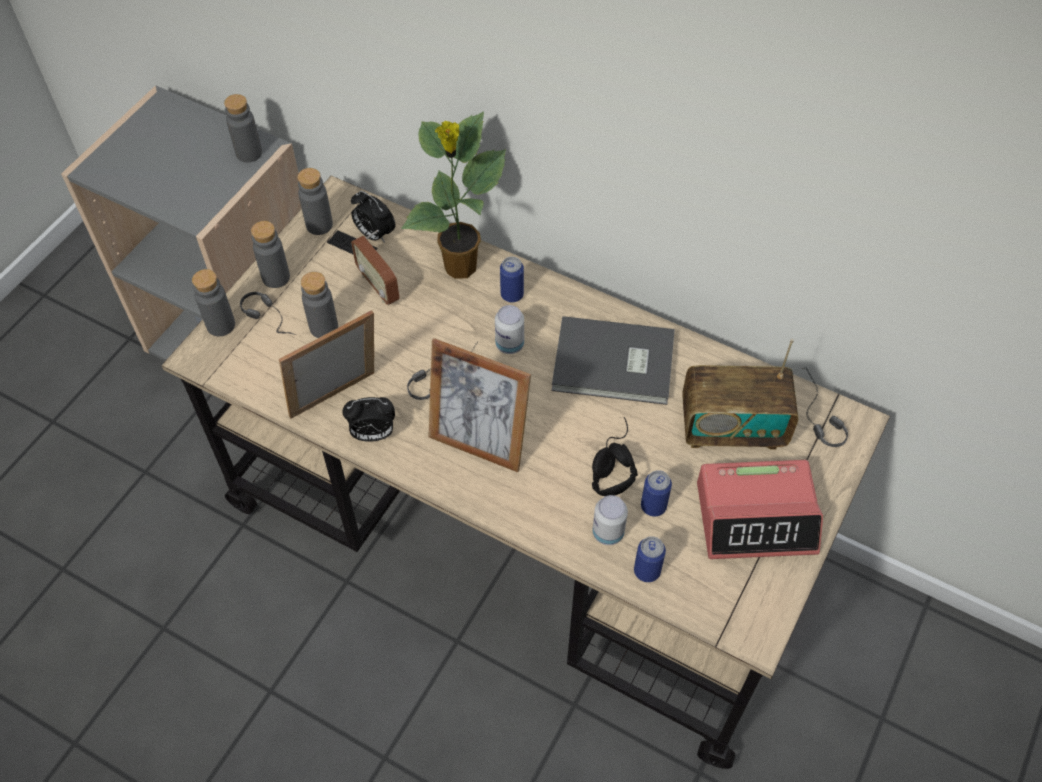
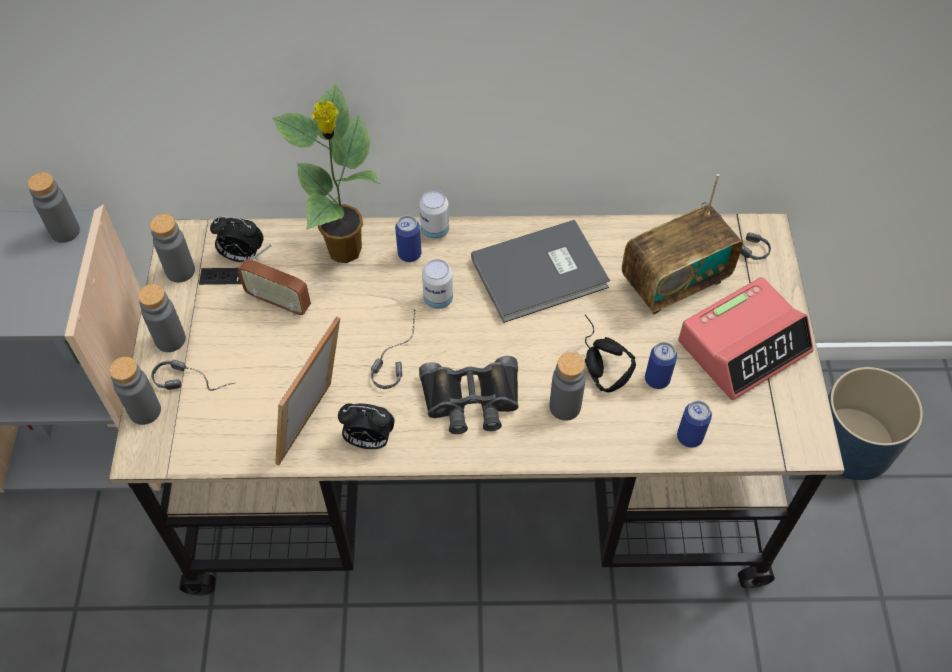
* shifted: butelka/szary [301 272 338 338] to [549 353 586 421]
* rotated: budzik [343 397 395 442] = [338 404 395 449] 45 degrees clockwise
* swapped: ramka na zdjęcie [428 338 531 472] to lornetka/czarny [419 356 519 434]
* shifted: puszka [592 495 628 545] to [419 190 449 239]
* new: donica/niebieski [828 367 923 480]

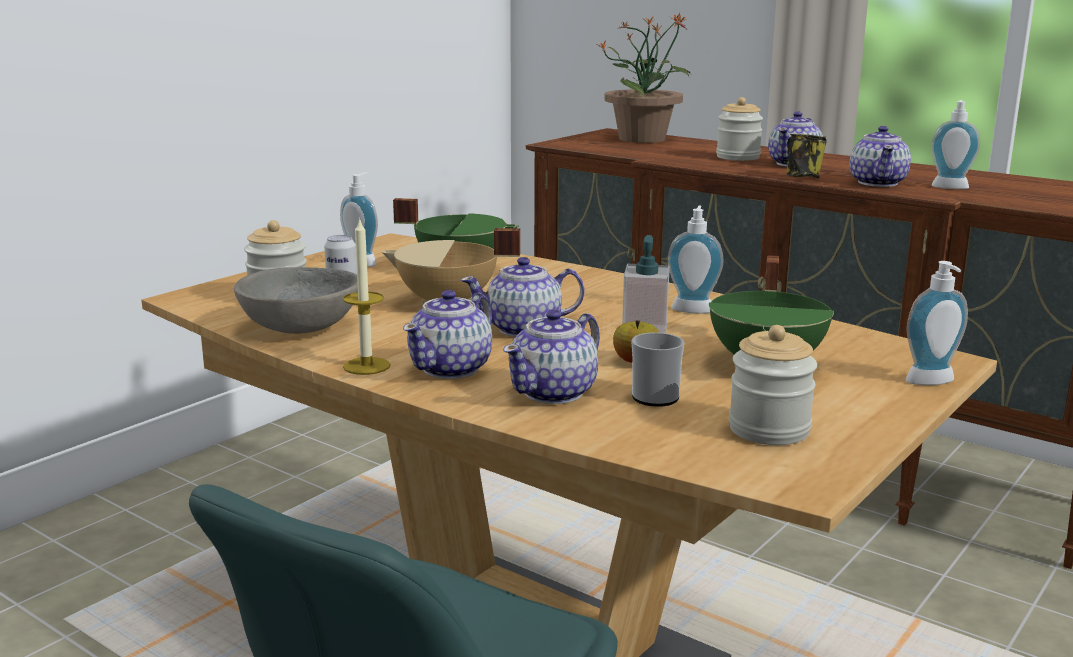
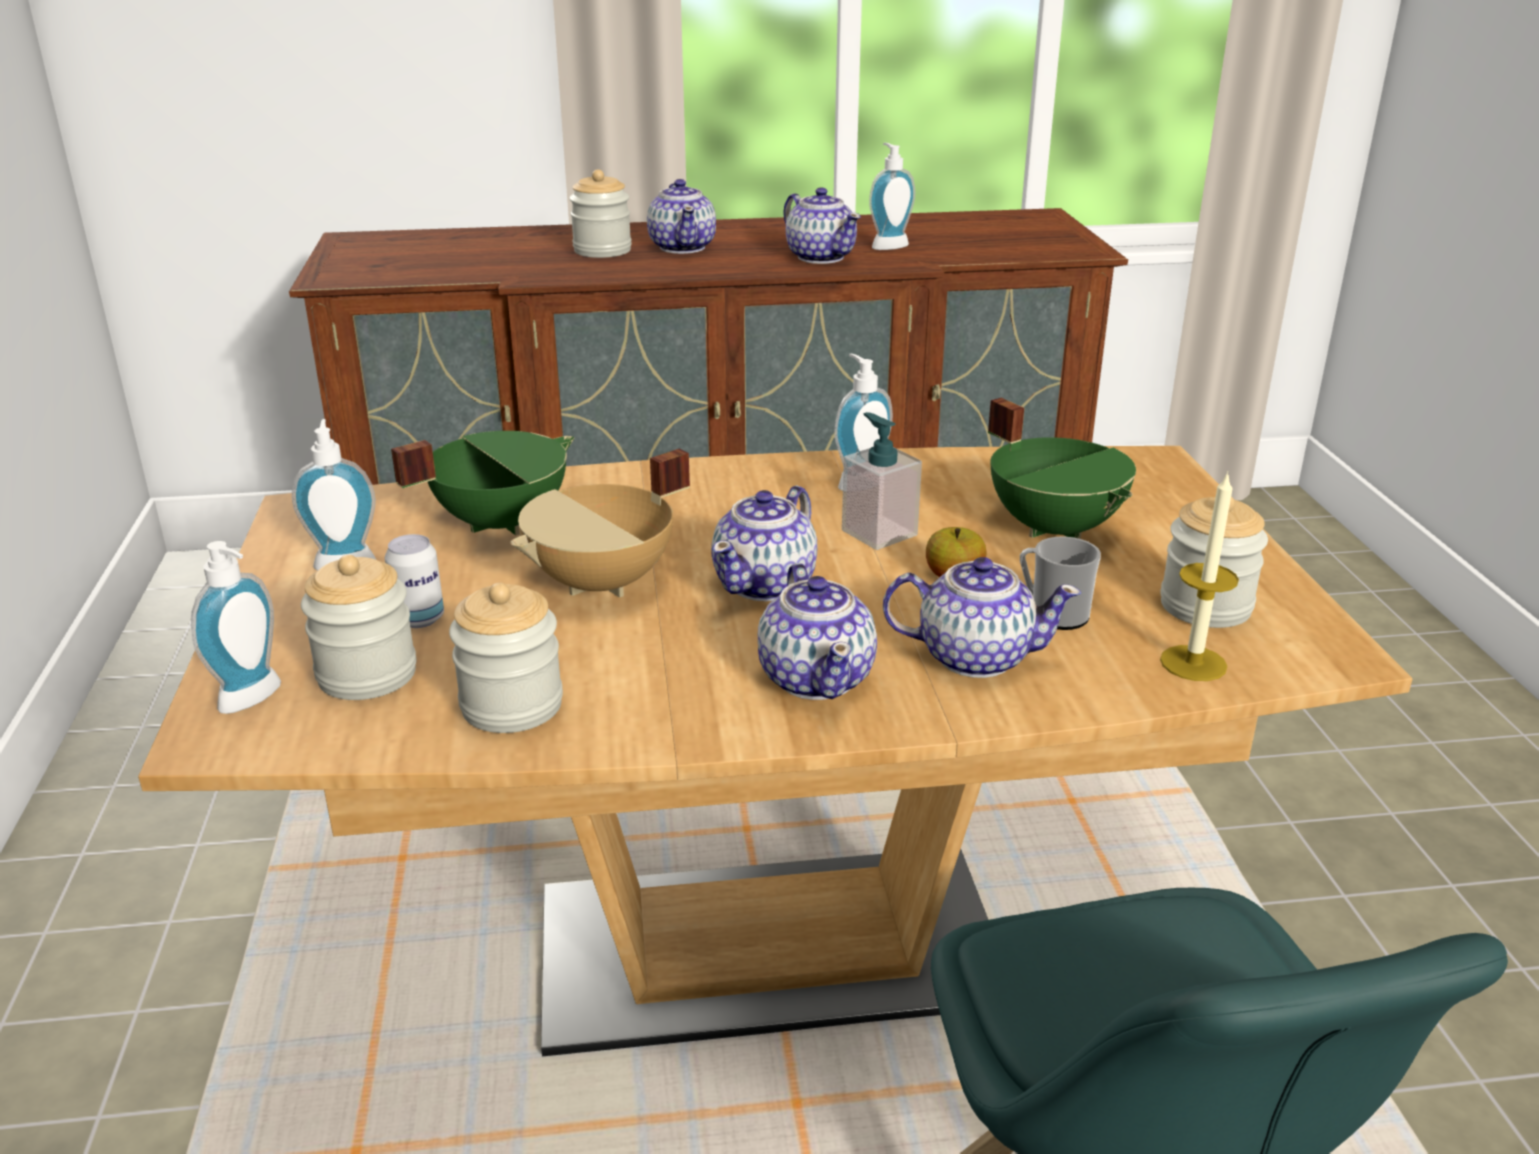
* swapped: miska/szary [234 267 358 334] to słoik [449 583 563 733]
* shifted: świeca [343 217 390 375] to [1160 471 1239 681]
* rotated: imbryk [503 310 600 404] = [883 557 1081 678] 75 degrees counterclockwise
* gone: roślina doniczkowa [598 13 691 143]
* gone: kubek [786 134 827 178]
* shifted: dozownik mydła [906 261 968 385] to [191 541 281 714]

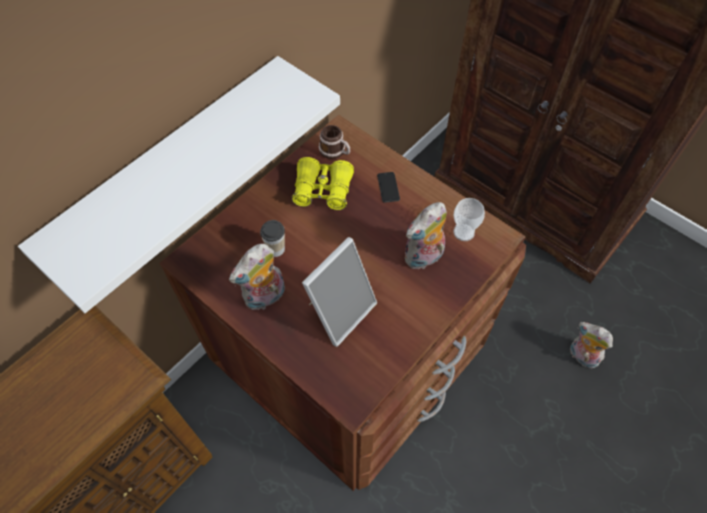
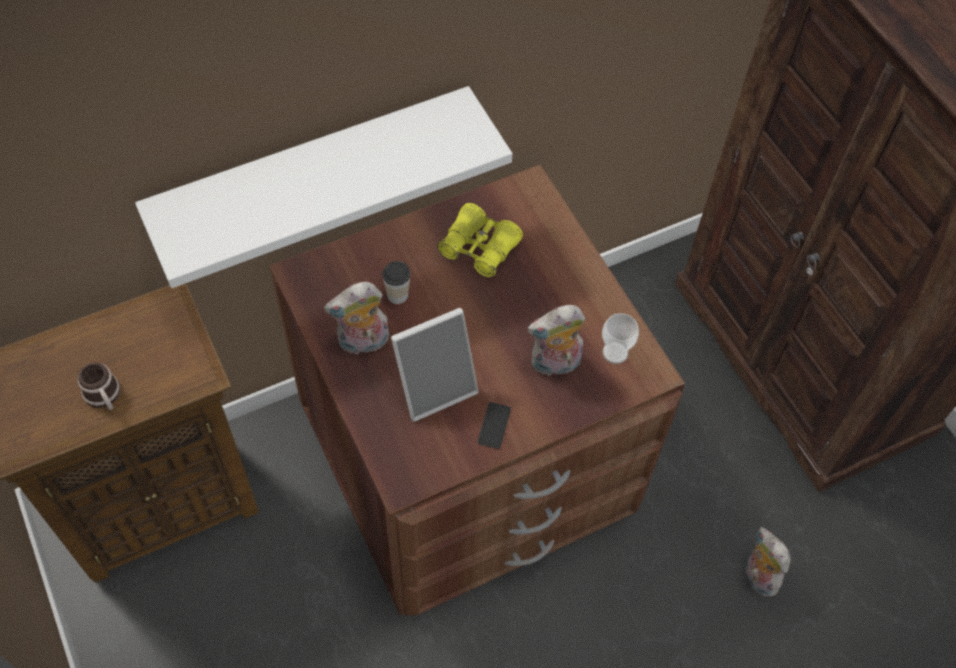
* shifted: kubek [319 125 350 159] to [77 363 120 410]
* shifted: telefon [377 172 400 203] to [478 402 511 449]

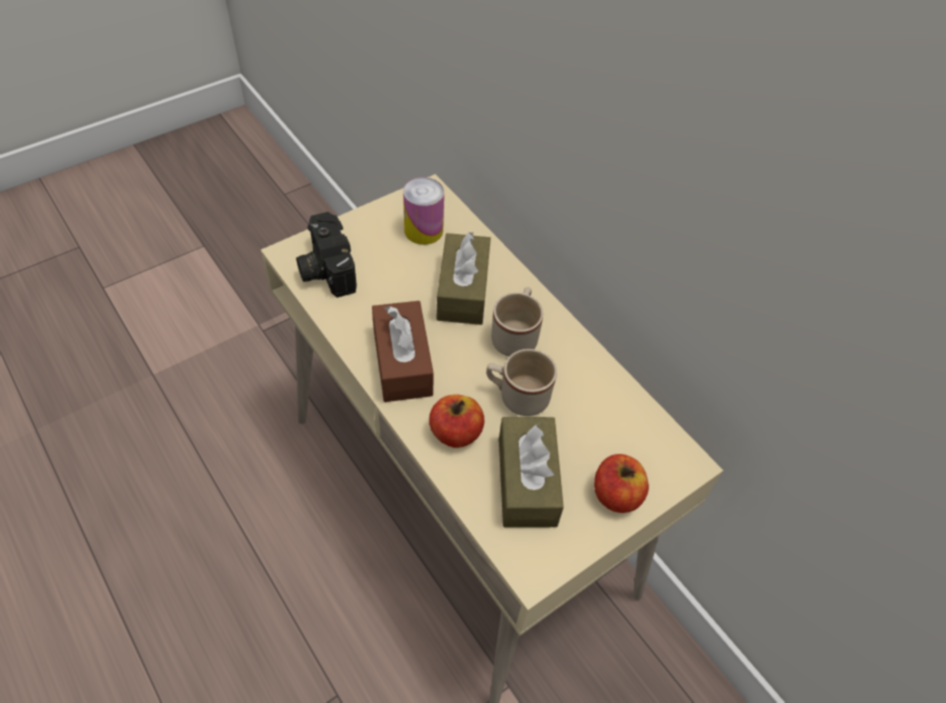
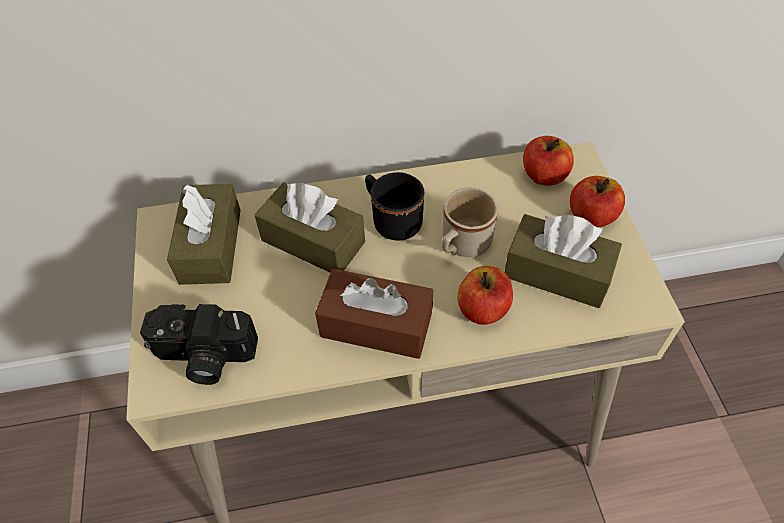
* swapped: puszka [403 177 444 245] to pudełko chusteczek/brązowy [167 184 241 285]
* repainted: kubek/beżowy [491 287 543 356] to kubek/czarny [365 172 424 241]
* new: jabłko [523 136 574 186]

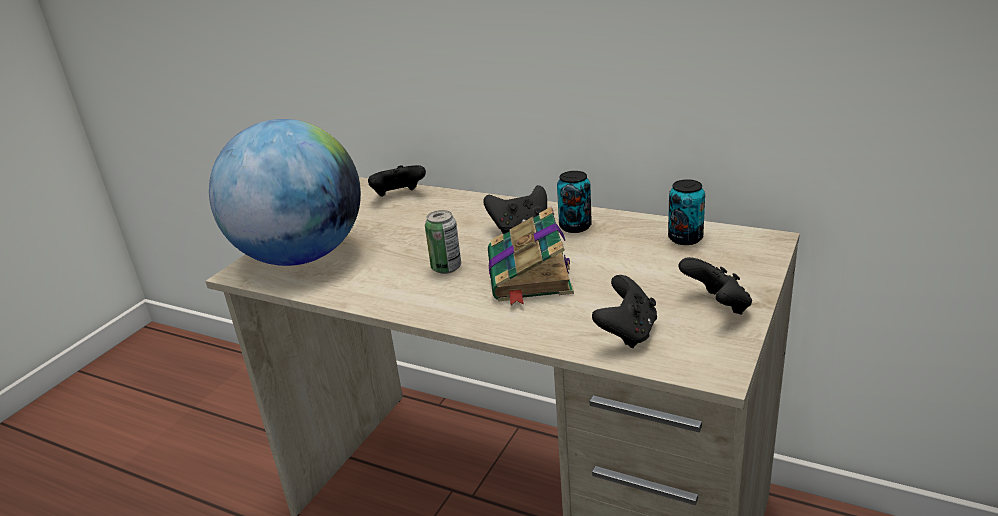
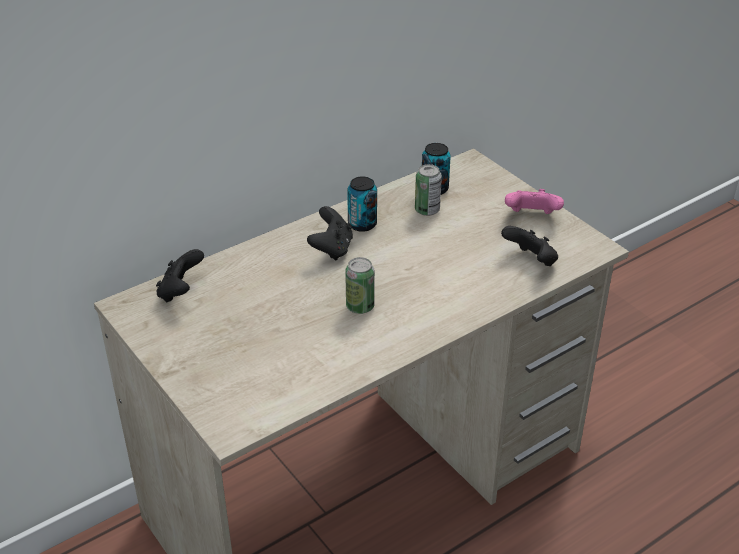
* gone: globus [209 119 361 266]
* gone: książka [488 207 574 306]
* repainted: pad do gier/czarny [679 257 752 315] to pad do gier/różowy [505 189 564 214]
* new: puszka [415 164 442 216]

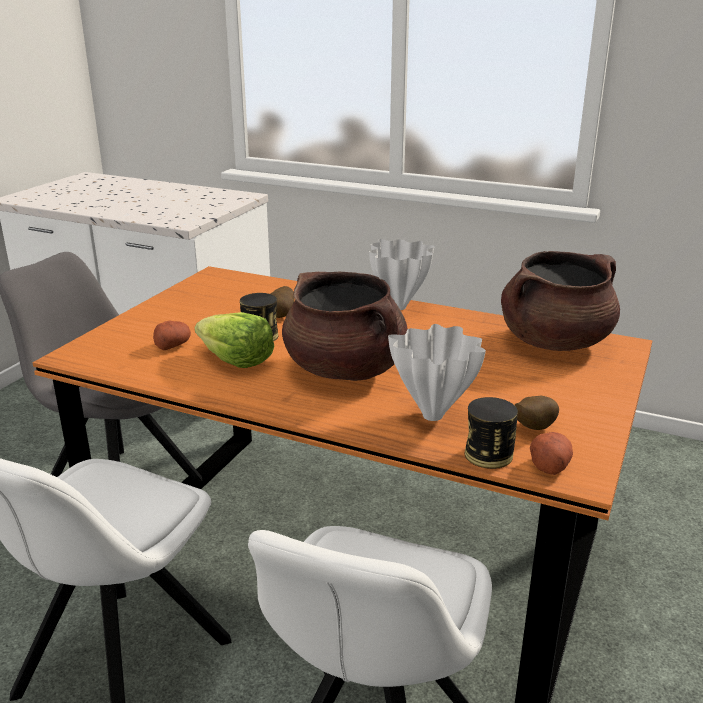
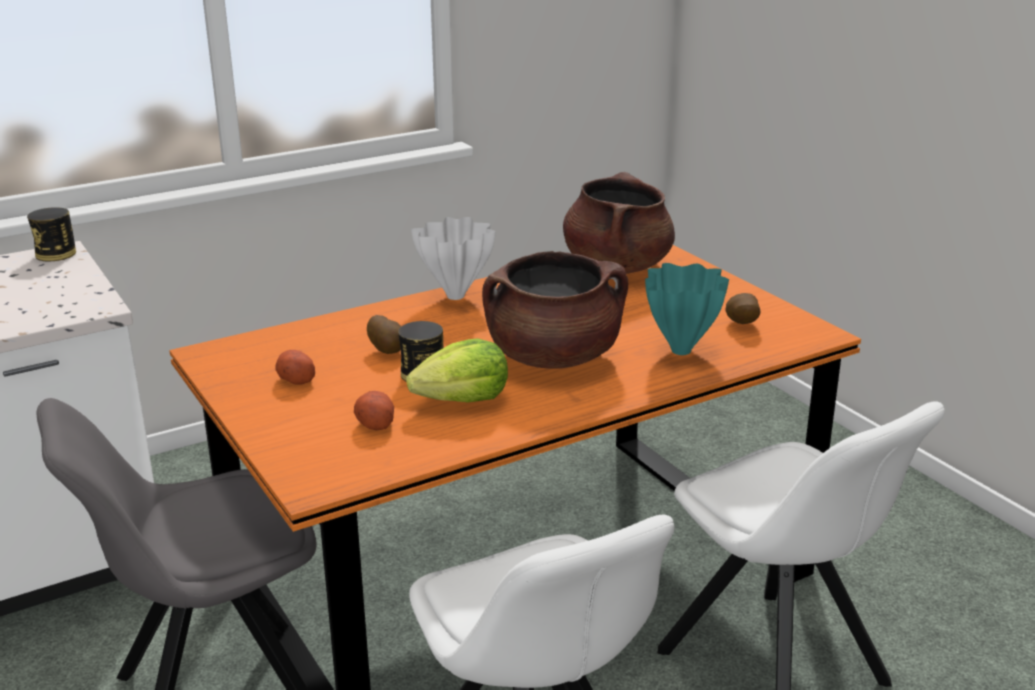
* repainted: wazon/biały [388 324 486 421] to wazon/turkusowy [645 263 729 355]
* shifted: puszka [464 397 518 469] to [27 207 76 261]
* shifted: ziemniak [530 432 573 475] to [275 350 315 385]

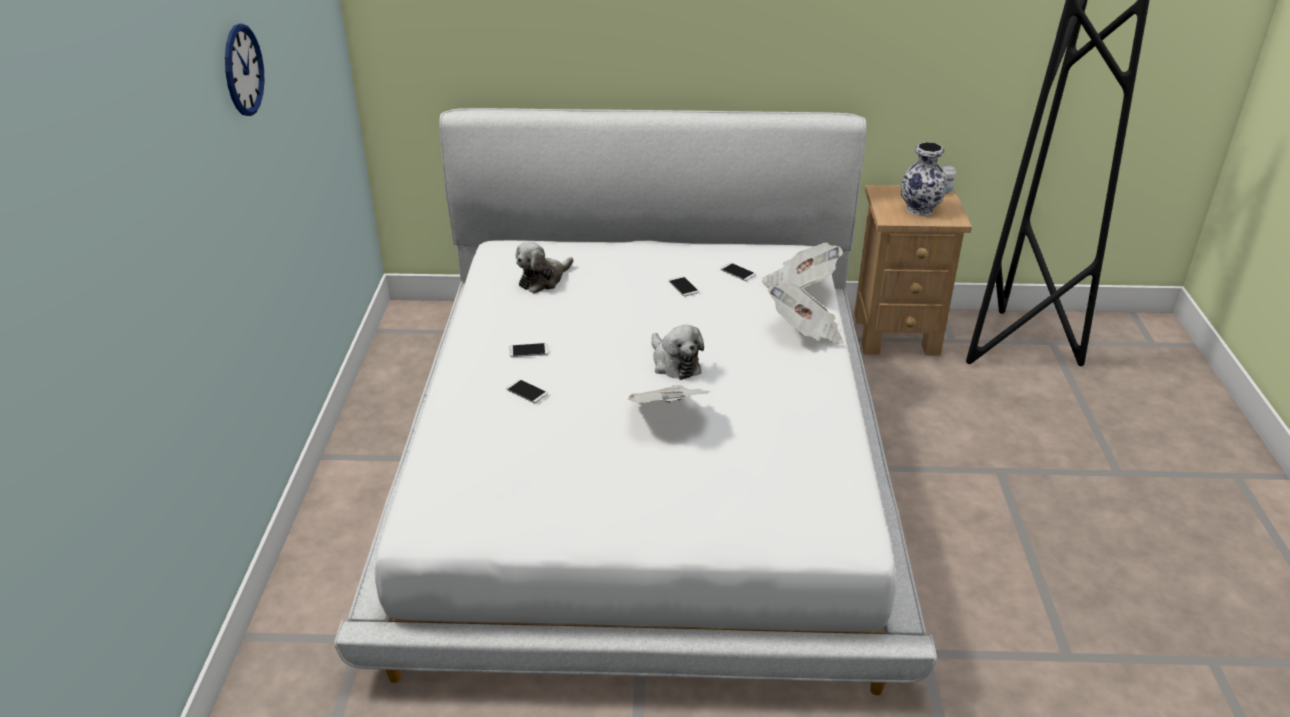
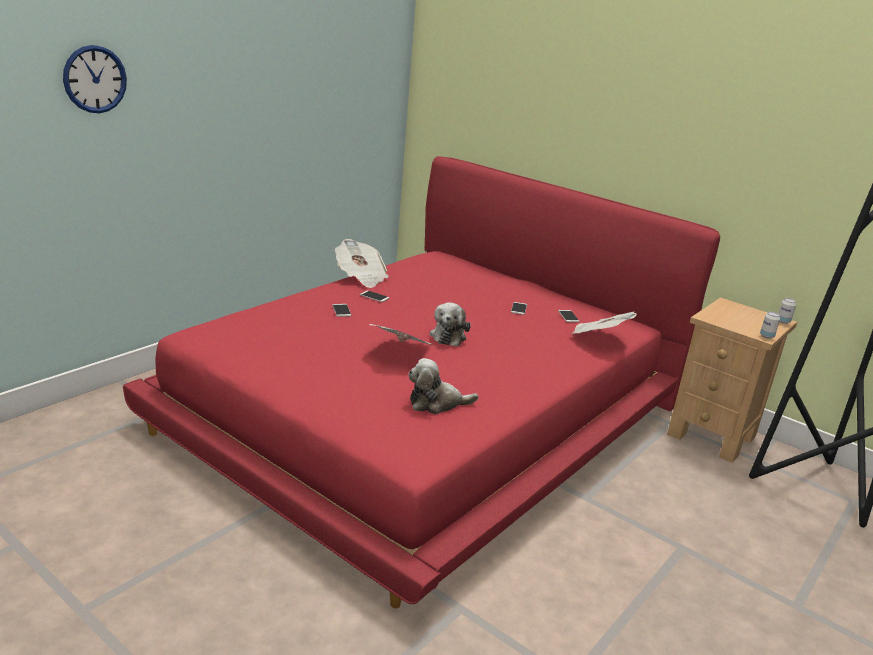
* shifted: zegar ścienny [225 24 265 116] to [63 45 127 113]
* repainted: łóżko/biały [334 108 937 695] to łóżko/czerwony [123 156 720 609]
* shifted: pluszak [516 242 573 293] to [408 358 479 414]
* shifted: gazeta [768 283 844 344] to [335 239 389 288]
* gone: wazon [901 142 947 216]
* new: puszka [760 312 780 339]

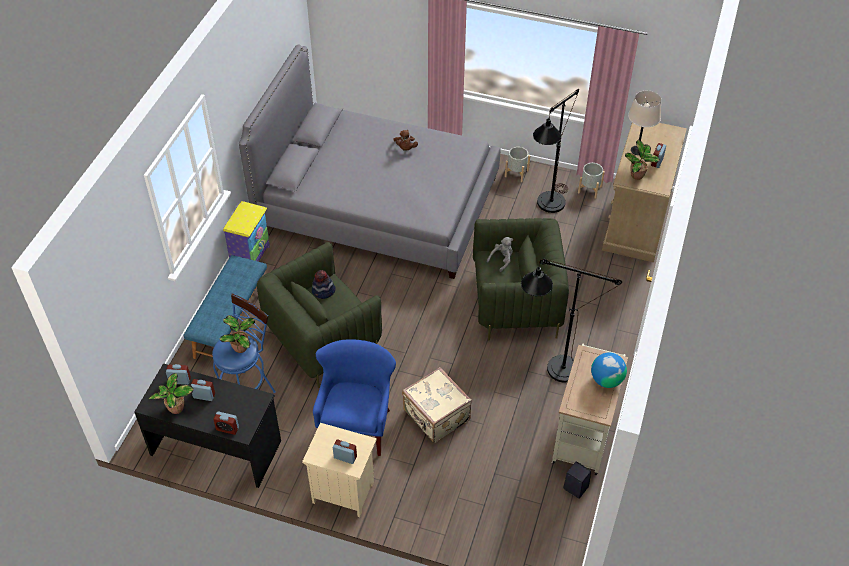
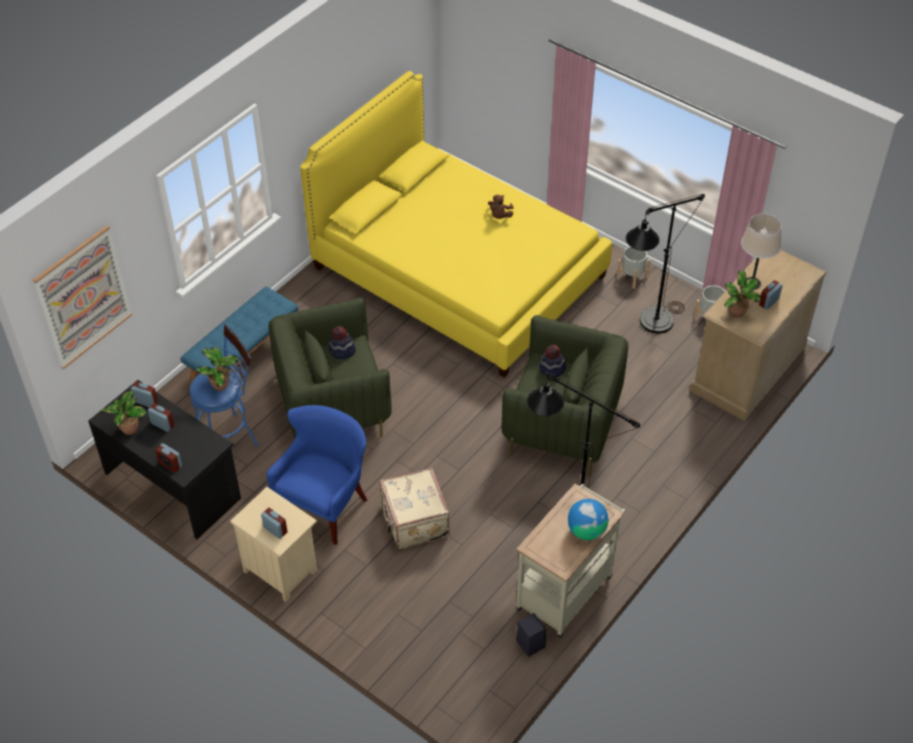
* gone: szafka nocna [223 201 270 262]
* repainted: łóżko/szary [239 44 500 279] to łóżko/żółty [300 71 612 378]
* swapped: pluszak/szary [487 237 513 272] to kapelusz [539 344 566 377]
* new: obraz [33 225 132 369]

